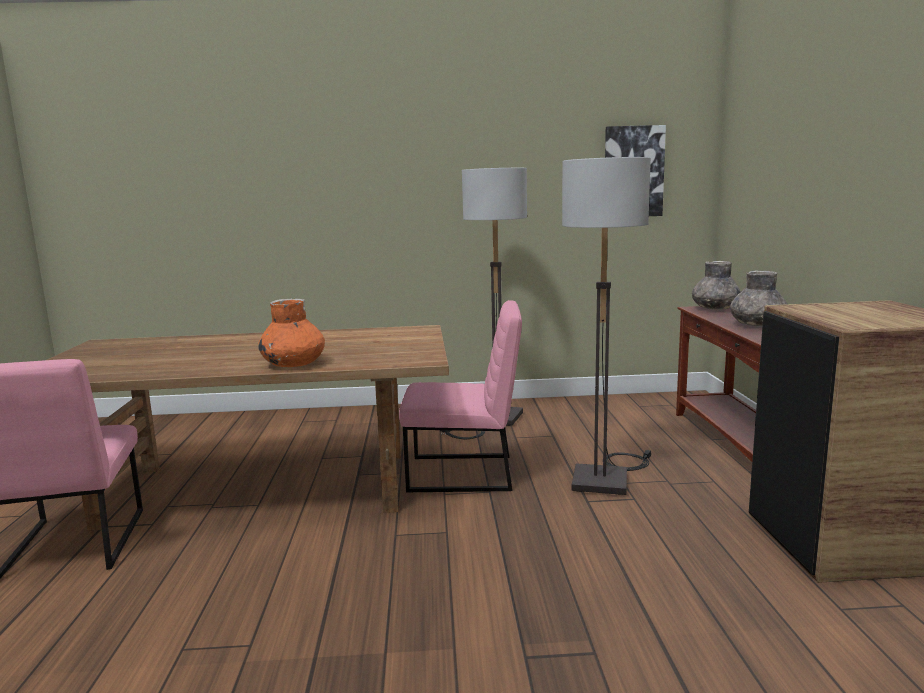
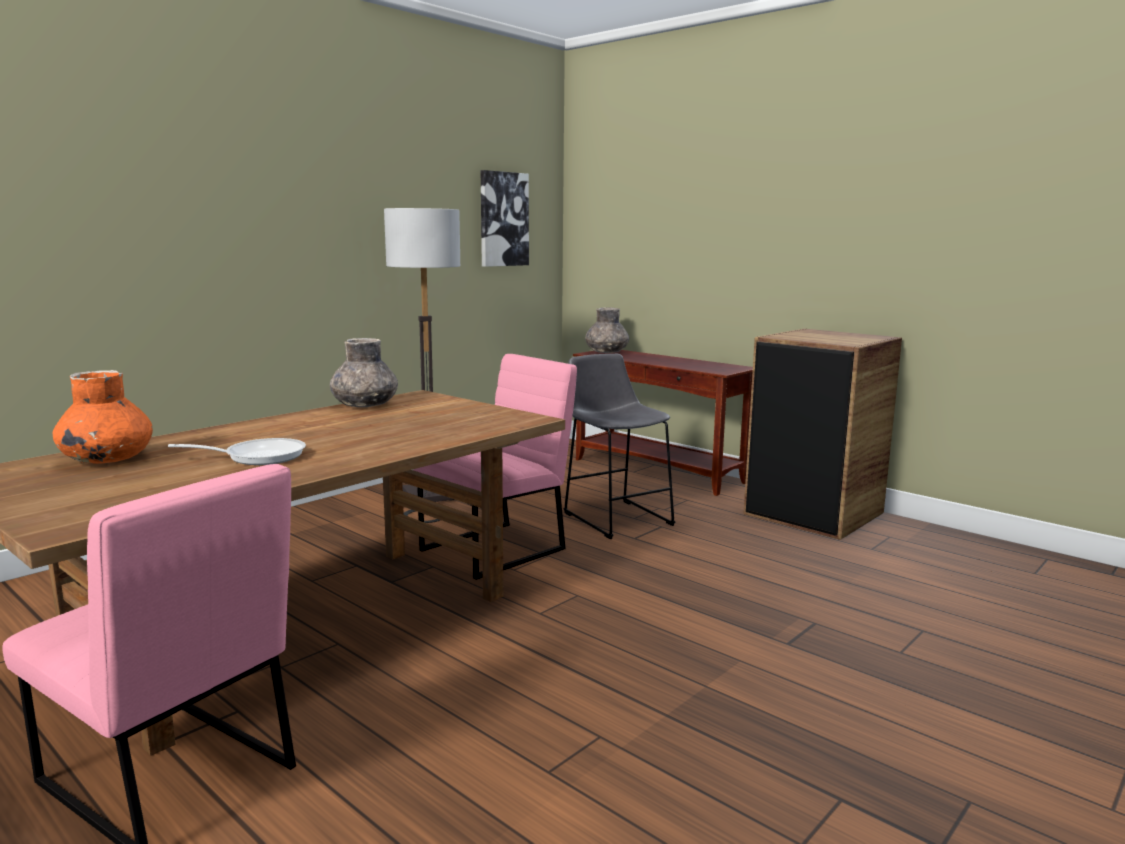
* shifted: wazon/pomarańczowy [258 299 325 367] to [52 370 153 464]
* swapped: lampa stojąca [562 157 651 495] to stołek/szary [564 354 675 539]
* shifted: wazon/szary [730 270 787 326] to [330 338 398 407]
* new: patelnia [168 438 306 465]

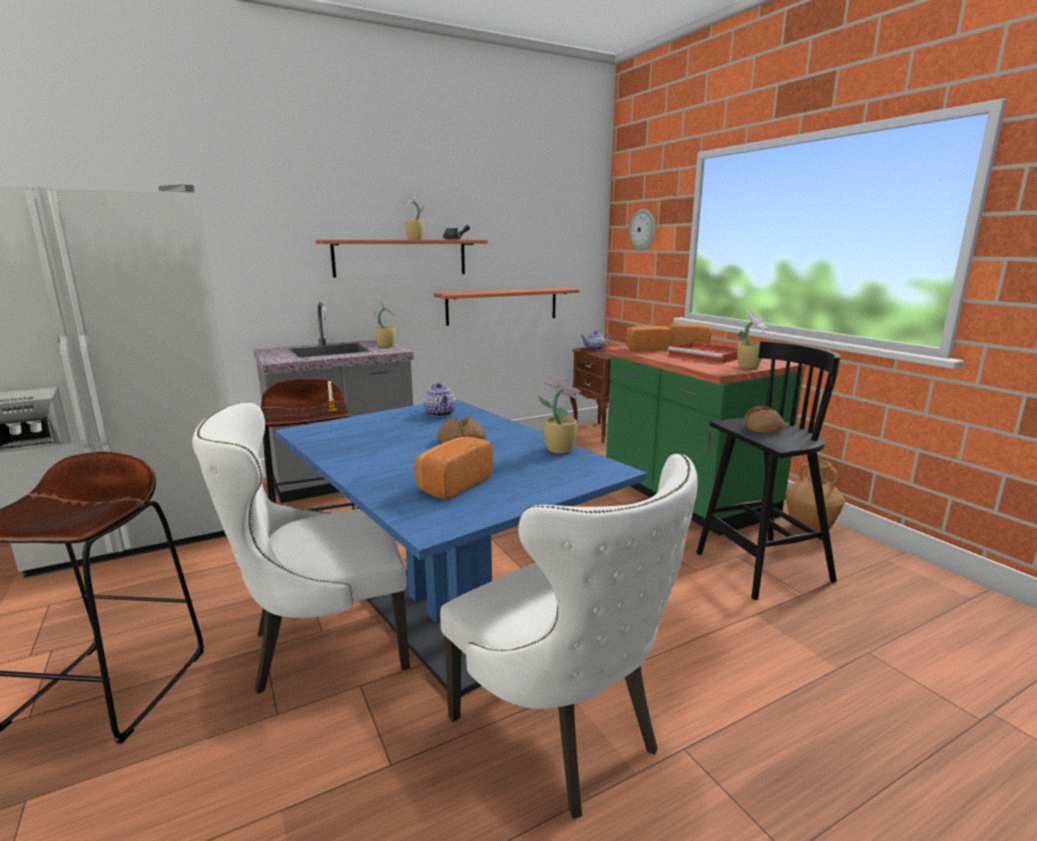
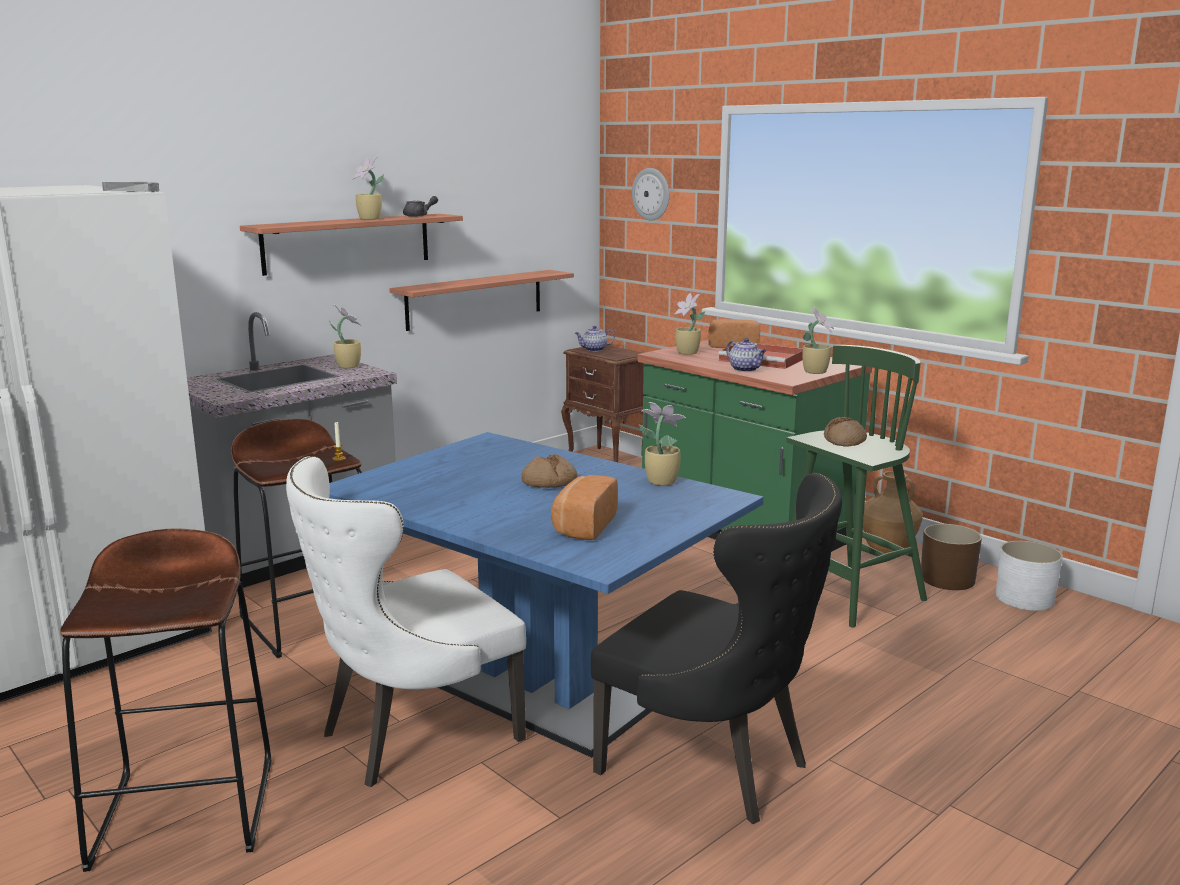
* shifted: imbryk [423 383 456 417] to [726 338 766 372]
* repainted: krzesło/biały [440 453 698 819] to krzesło/czarny [591 473 842 824]
* swapped: chleb [626 326 673 351] to roślina doniczkowa [674 293 705 355]
* repainted: stołek/czarny [696 341 841 600] to stołek/zielony [786 345 927 628]
* new: donica/brązowy [921 524 982 590]
* new: donica/biały [996 541 1063 611]

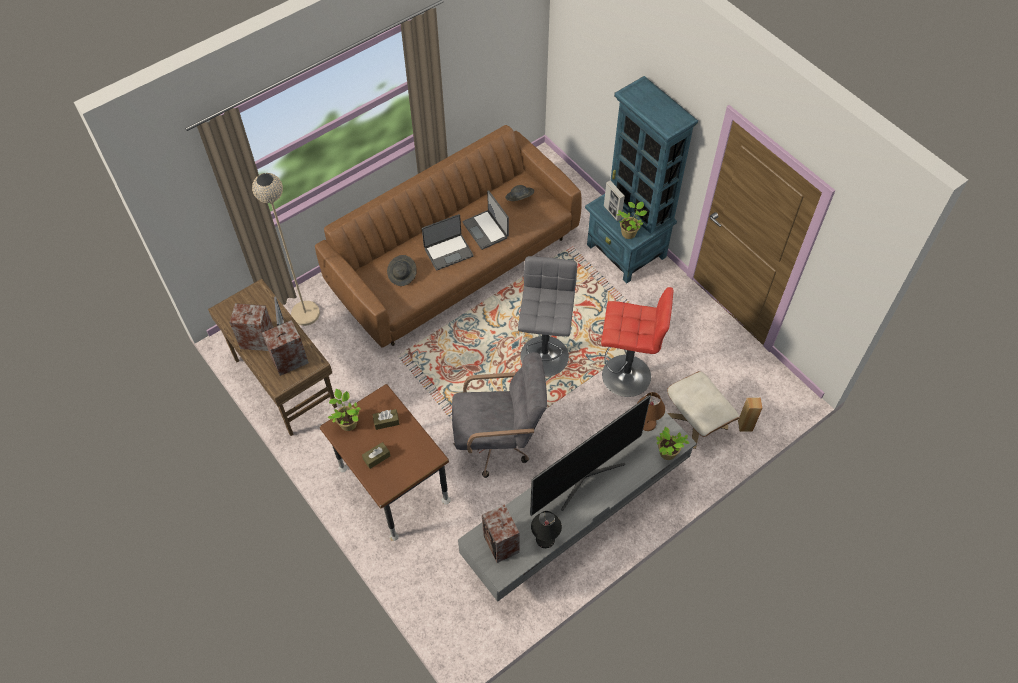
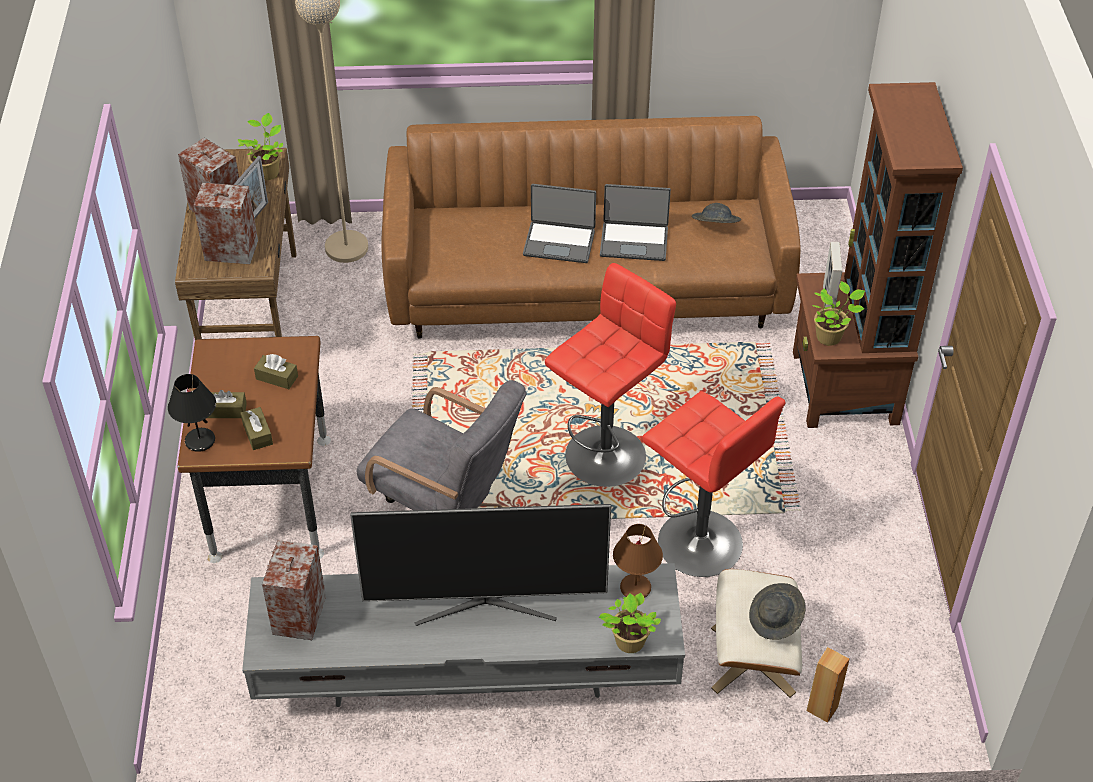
* shifted: roślina doniczkowa [328 389 361 431] to [238 113 283 180]
* shifted: kapelusz/szary [387 255 417 286] to [749 583 806 640]
* rotated: laptop [462 190 509 250] = [600 184 671 261] 90 degrees counterclockwise
* repainted: stołek/szary [518 256 577 377] to stołek/czerwony [545 263 676 487]
* shifted: lampa stołowa/czarny [531 511 562 548] to [168 374 216 452]
* repainted: szafka/niebieski [585 76 698 284] to szafka/brązowy [793 82 963 428]
* new: pudełko chusteczek/brązowy [241 407 273 450]

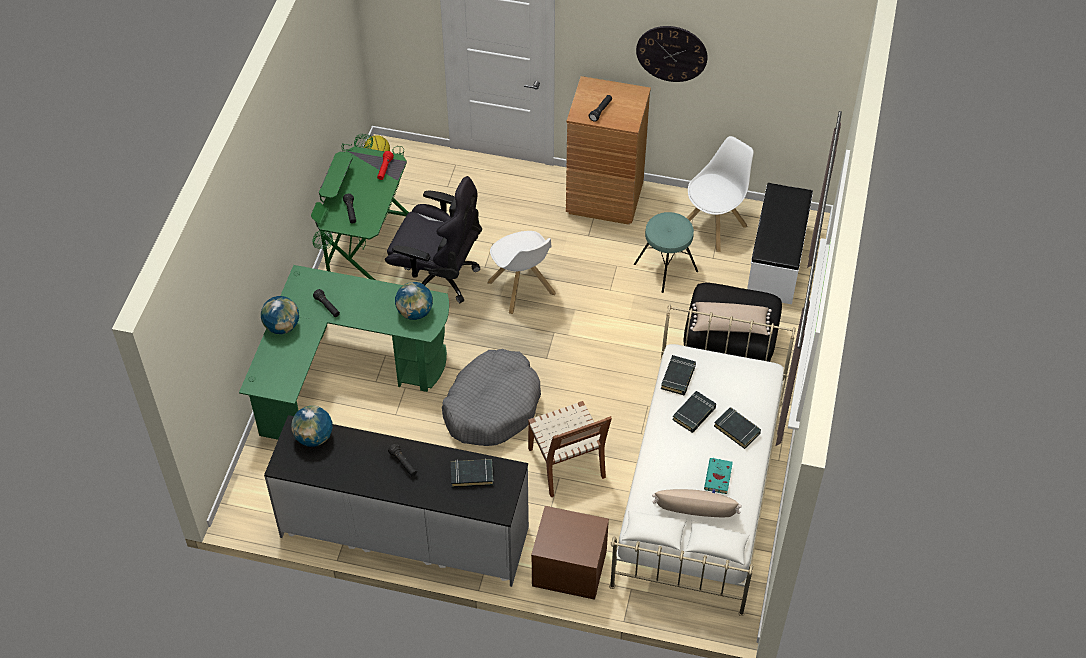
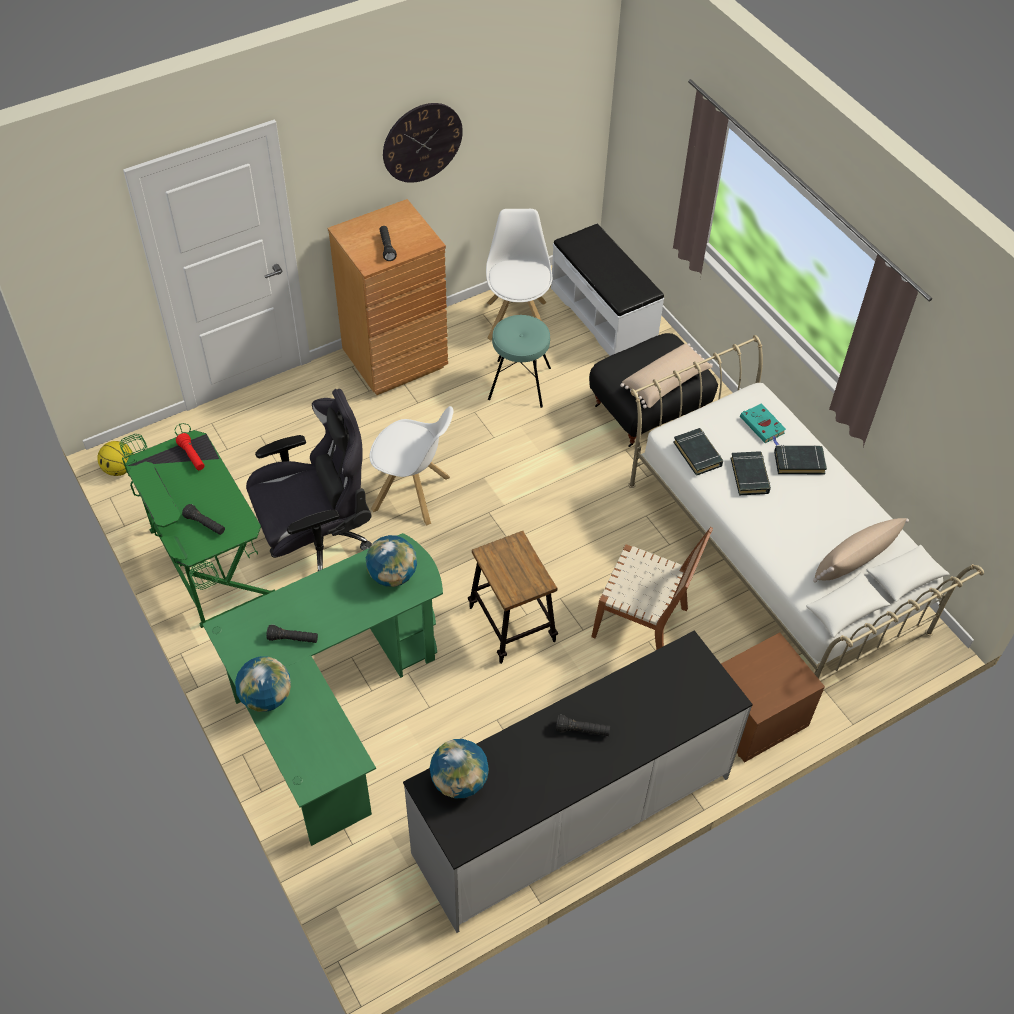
* swapped: legowisko/szary [442 349 541 446] to stołek [468 531 558 664]
* gone: książka/czarny [451 458 493 487]
* shifted: książka/turkusowy [704 458 733 494] to [740 403 786 446]

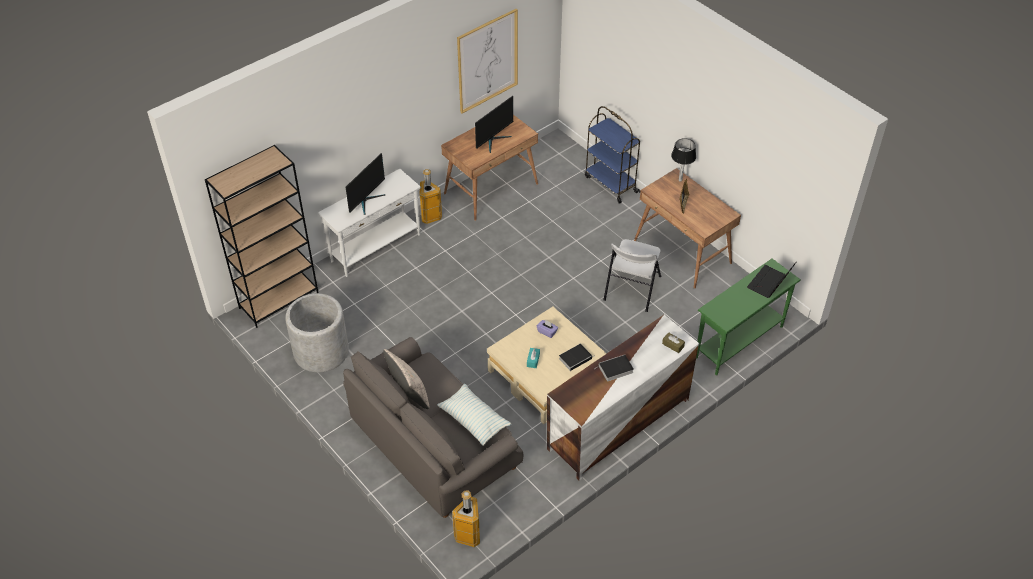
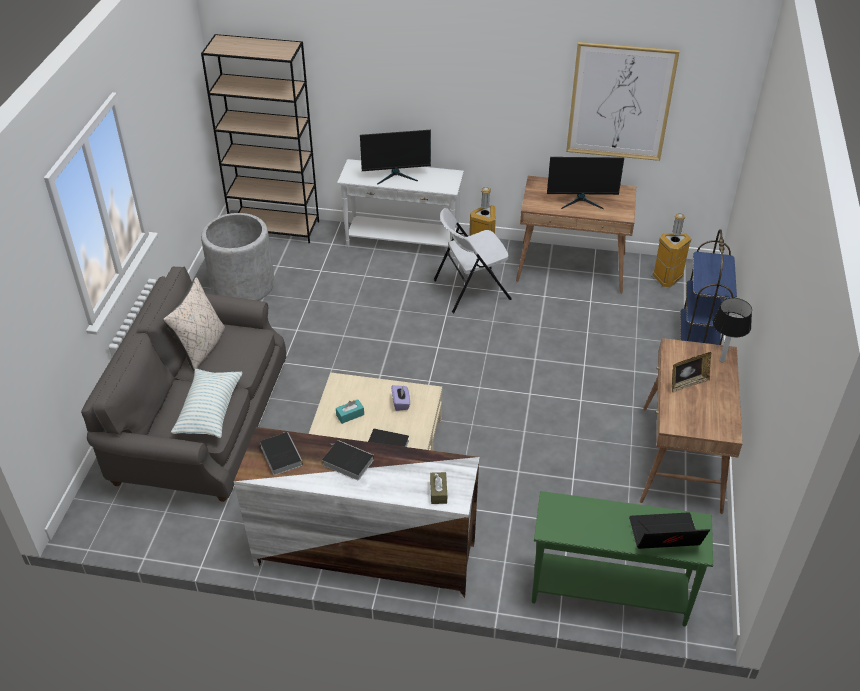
* shifted: kosz na śmieci [452 490 480 547] to [653 214 691 287]
* shifted: krzesło/biały [603 239 661 312] to [433 208 511 314]
* new: książka [260 432 303 475]

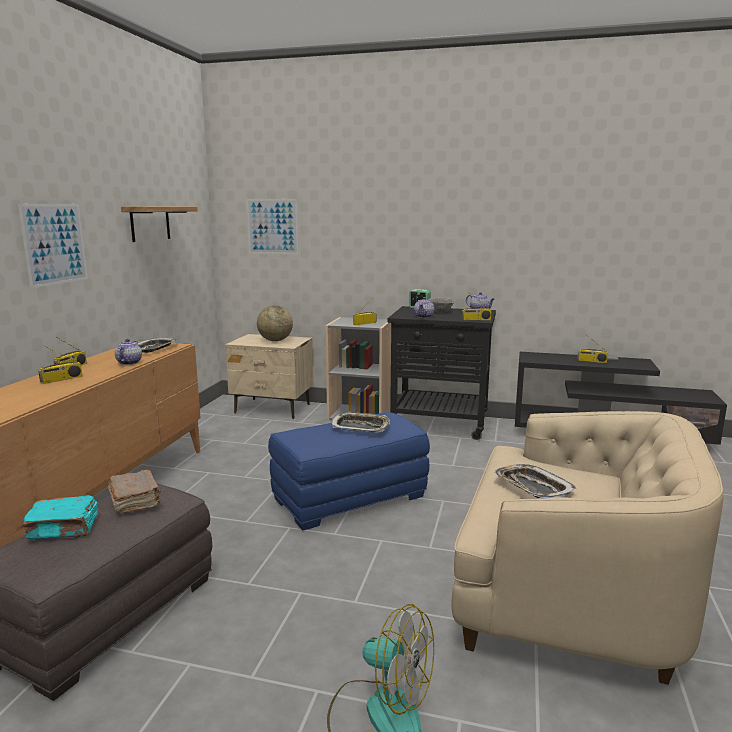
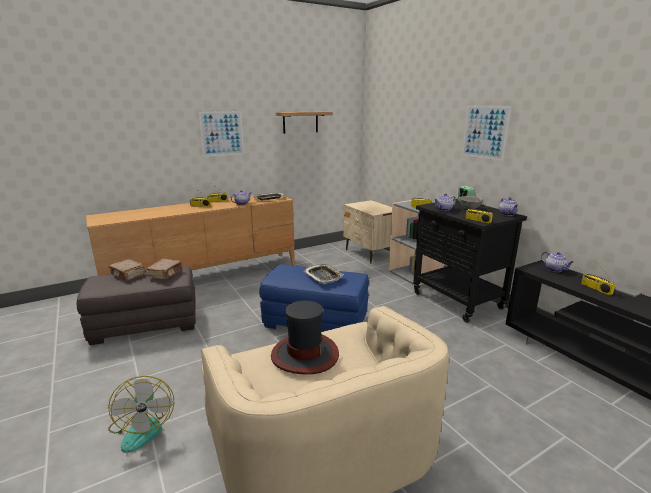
* repainted: książka/turkusowy [21 495 98 539] to książka/brązowy [108 259 145 281]
* shifted: obraz [247 199 299 254] to [462 106 511 161]
* gone: globus [257 306 293 341]
* swapped: taca [494 464 576 499] to kapelusz [271 301 339 375]
* new: imbryk [541 252 574 272]

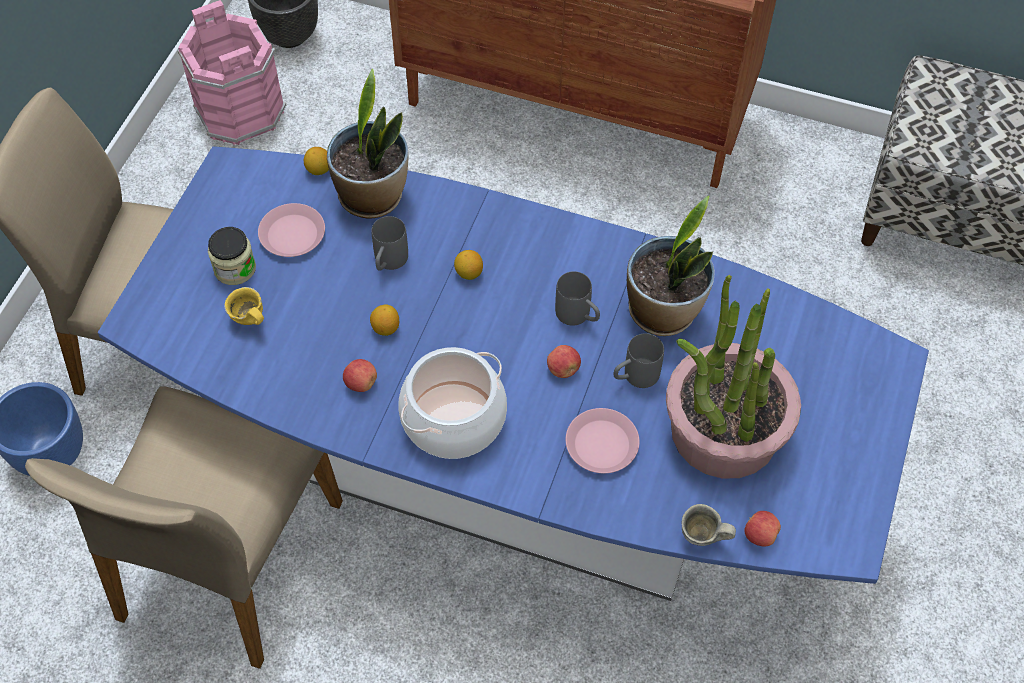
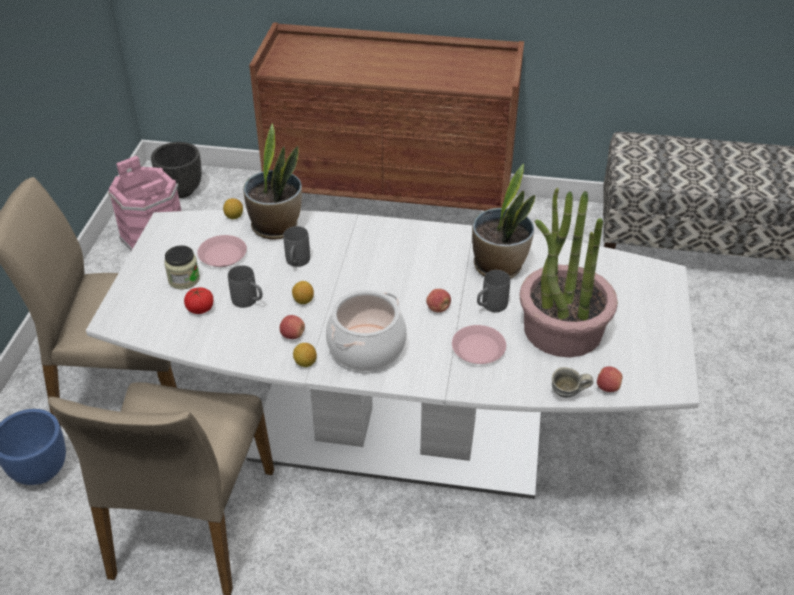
* repainted: stół jadalny/niebieski [98 146 929 601] to stół jadalny/biały [86 210 700 499]
* swapped: kubek/żółty [224 287 264 325] to pomidor [184 287 214 314]
* shifted: cytryna [454 250 483 280] to [293 343 317 367]
* shifted: kubek/szary [555 271 600 326] to [228 265 263 308]

